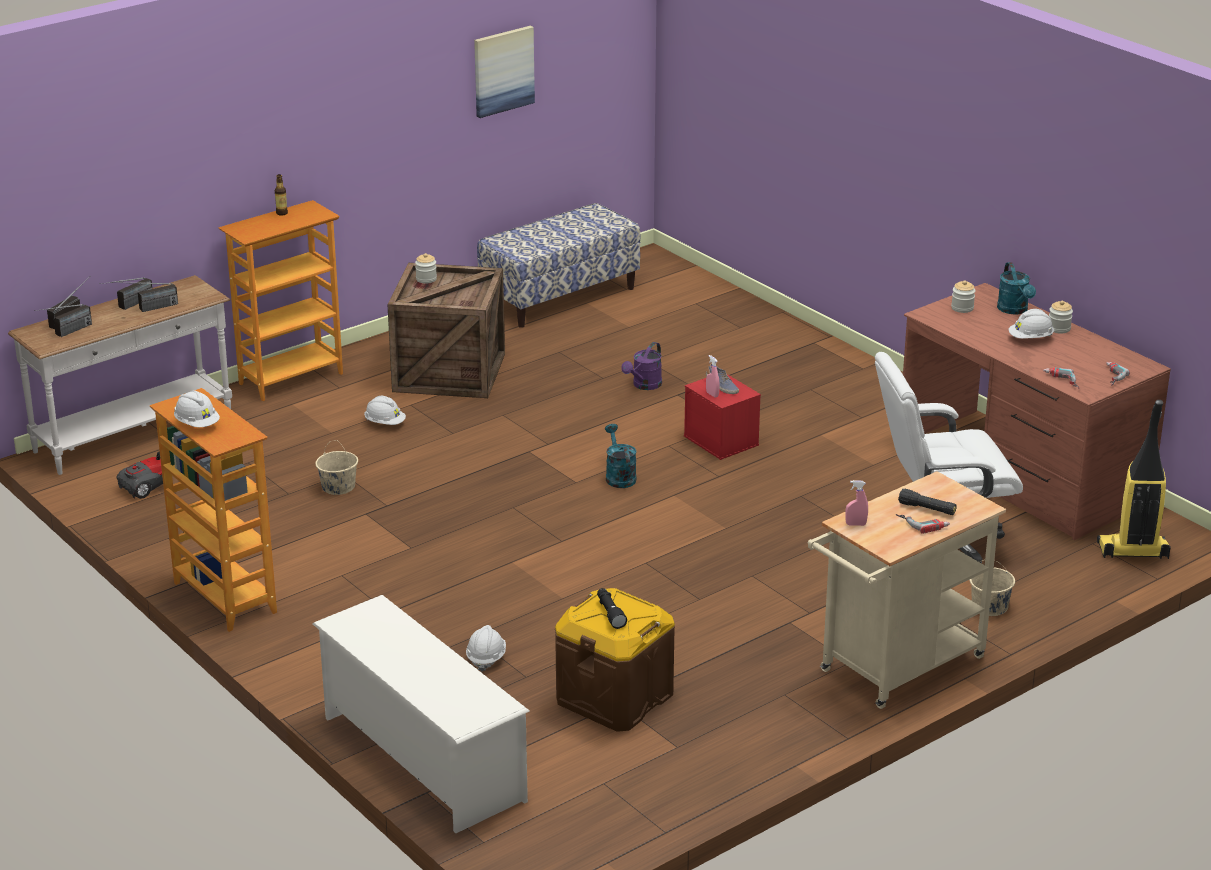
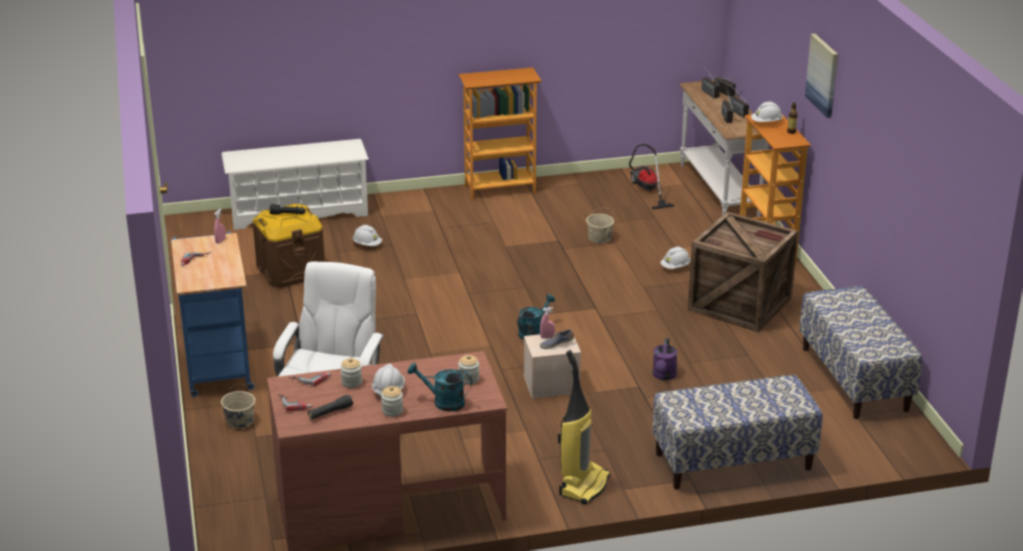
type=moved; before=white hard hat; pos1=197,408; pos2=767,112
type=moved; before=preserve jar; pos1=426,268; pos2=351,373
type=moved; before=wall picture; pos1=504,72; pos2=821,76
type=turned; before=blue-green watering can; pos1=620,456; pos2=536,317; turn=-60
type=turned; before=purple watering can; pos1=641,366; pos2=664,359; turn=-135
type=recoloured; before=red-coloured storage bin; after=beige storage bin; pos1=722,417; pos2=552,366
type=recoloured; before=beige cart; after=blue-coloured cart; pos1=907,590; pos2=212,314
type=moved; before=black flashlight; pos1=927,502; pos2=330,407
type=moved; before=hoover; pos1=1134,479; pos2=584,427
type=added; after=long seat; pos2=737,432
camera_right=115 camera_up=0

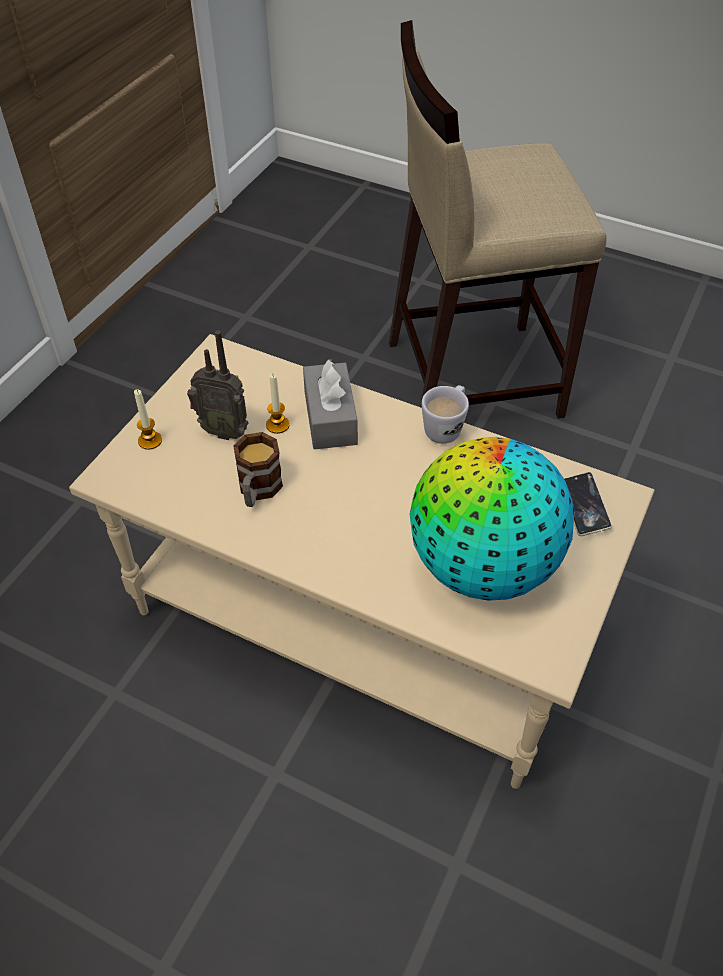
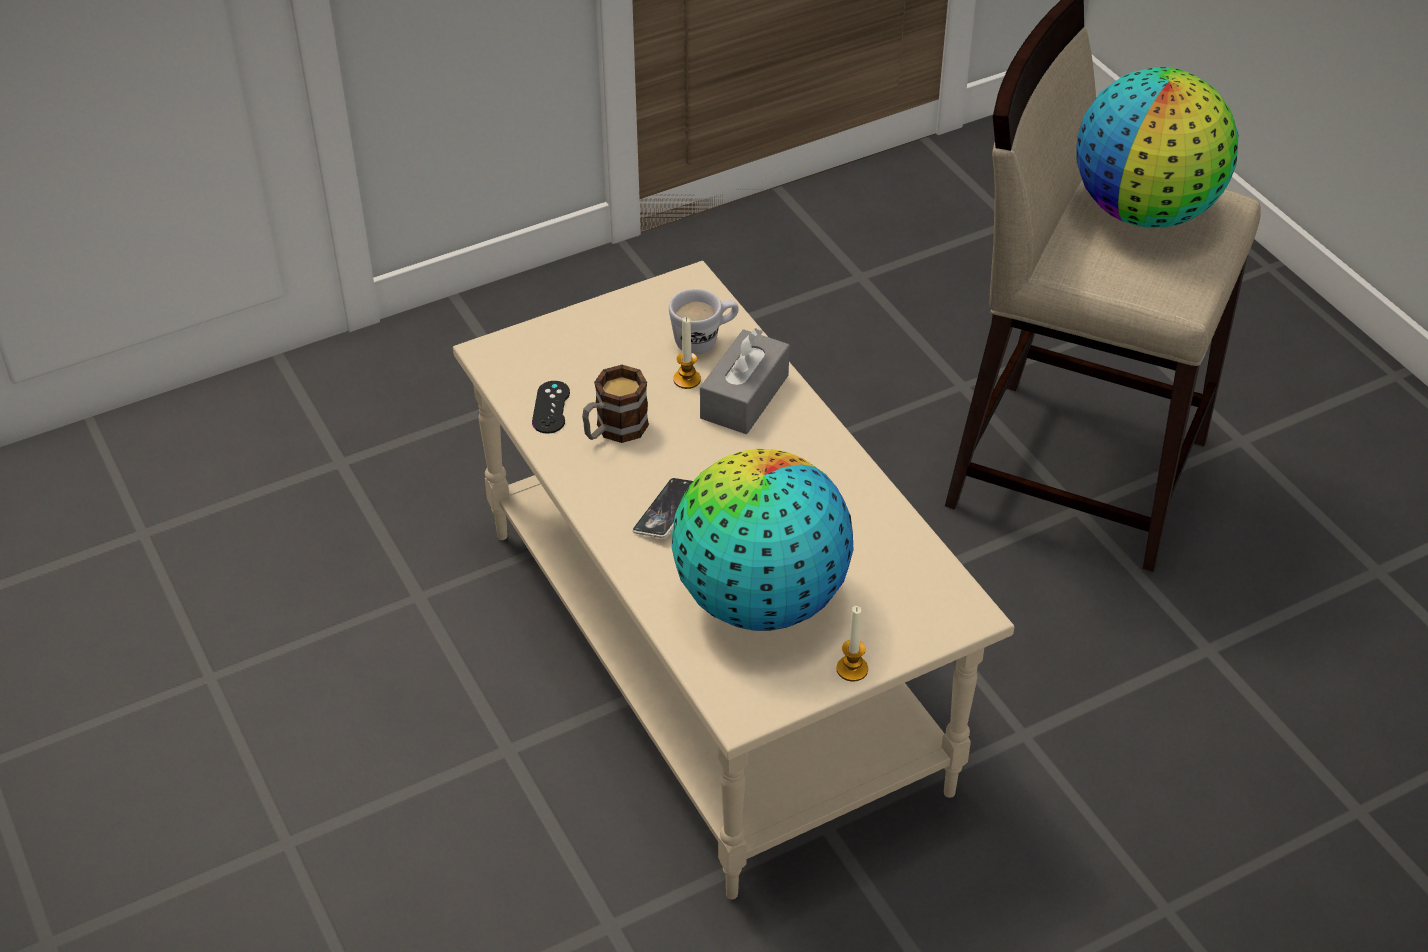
type=moved; before=wax light; pos1=148,419; pos2=852,644
type=removed; before=radio receiver; pos1=218,385
type=moved; before=white coffee mug; pos1=445,414; pos2=704,321
type=moved; before=handset; pos1=588,504; pos2=662,508
type=added; after=black game controller; pos2=551,407
type=added; after=world globe; pos2=1157,147
camera_right=35 camera_up=-5

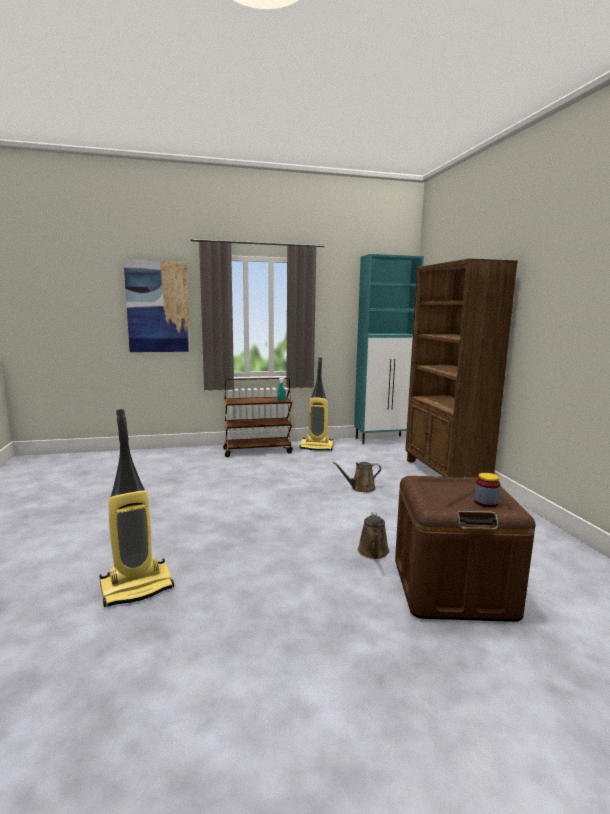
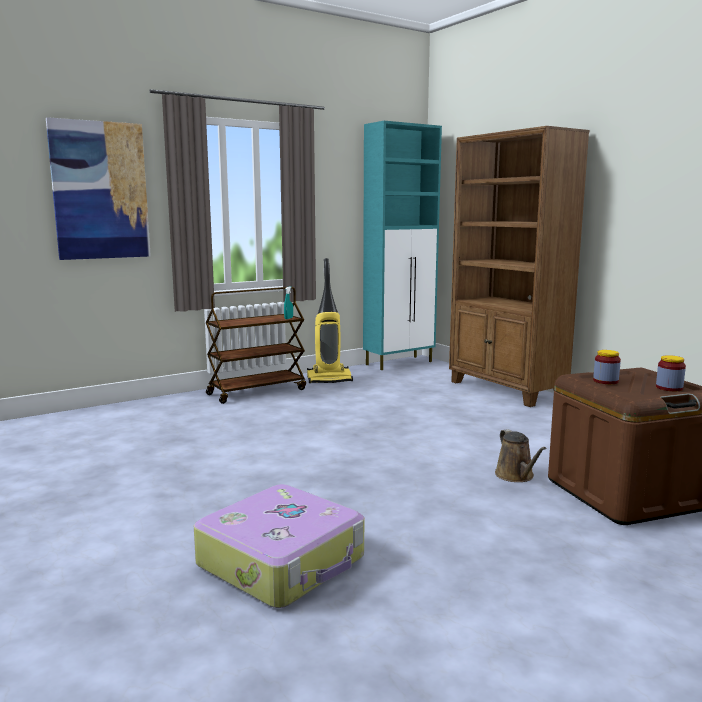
type=replaced; before=hoover; after=suitcase; pos1=137,508; pos2=279,546
type=removed; before=brown watering can; pos1=356,477
type=added; after=preserve jar; pos2=607,367
camera_right=-20 camera_up=0

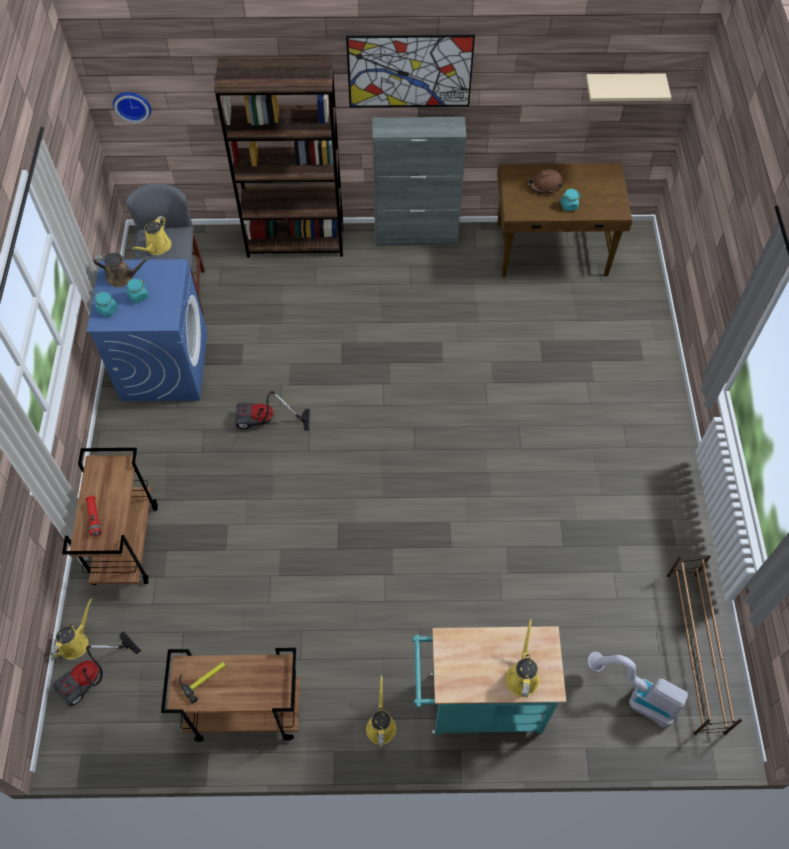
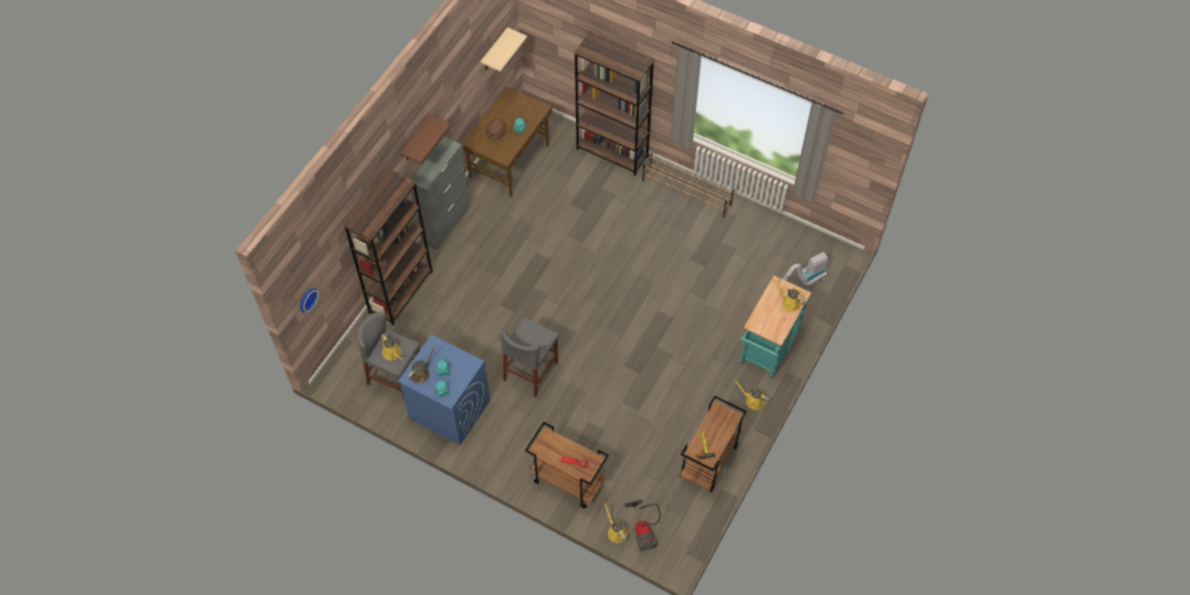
type=replaced; before=hoover; after=gray stool; pos1=272,411; pos2=530,357
type=replaced; before=wall picture; after=brown bracket shelf; pos1=410,70; pos2=425,139
type=moved; before=brown shoe rack; pos1=705,645; pos2=688,185
type=added; after=brown shelving unit; pos2=614,104
camera_right=-60 camera_up=0

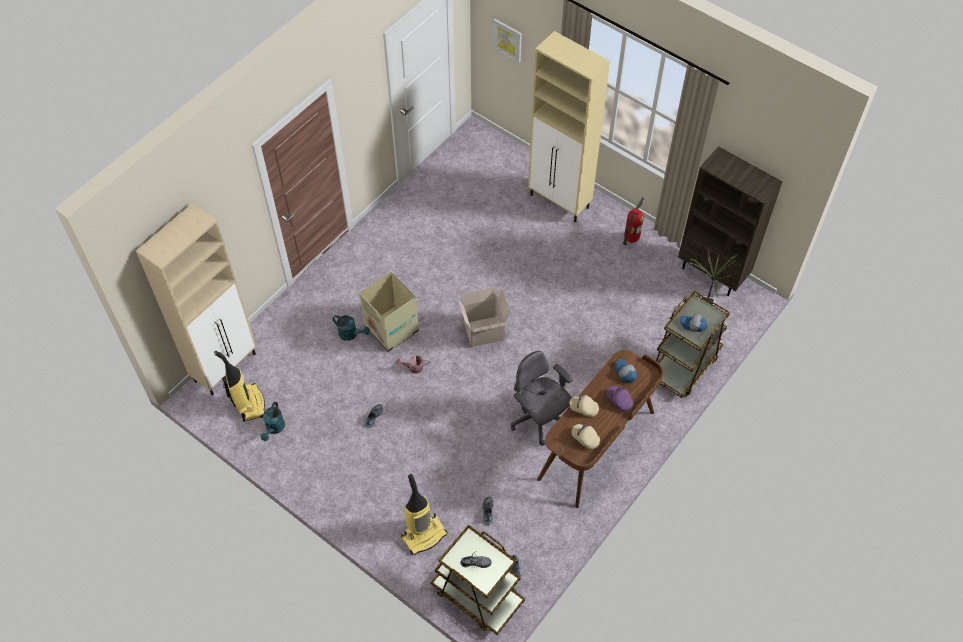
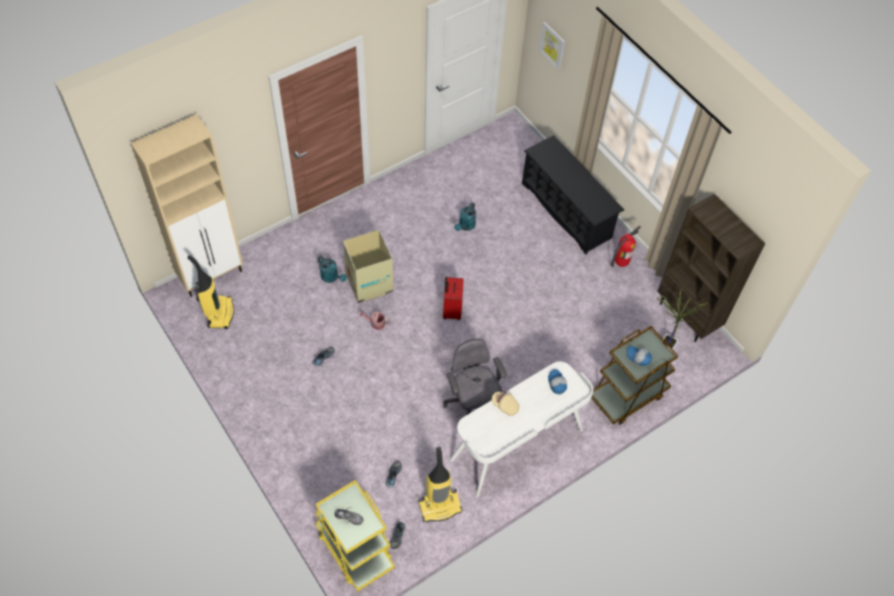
type=moved; before=blue-green watering can; pos1=272,421; pos2=465,217
type=moved; before=hoover; pos1=424,514; pos2=441,484
type=recoloured; before=brown cart; after=yellowish cart; pos1=478,579; pos2=355,536
type=replaced; before=cardboard box; after=red-coloured suitcase; pos1=484,317; pos2=453,298
type=replaced; before=beige cabinet; after=black shoe rack; pos1=569,126; pos2=573,194
type=recoloured; before=brown desk; after=white desk; pos1=600,429; pos2=521,430
type=removed; before=beige baseball cap; pos1=586,436
type=removed; before=purple baseball cap; pos1=620,399
camera_right=15 camera_up=0

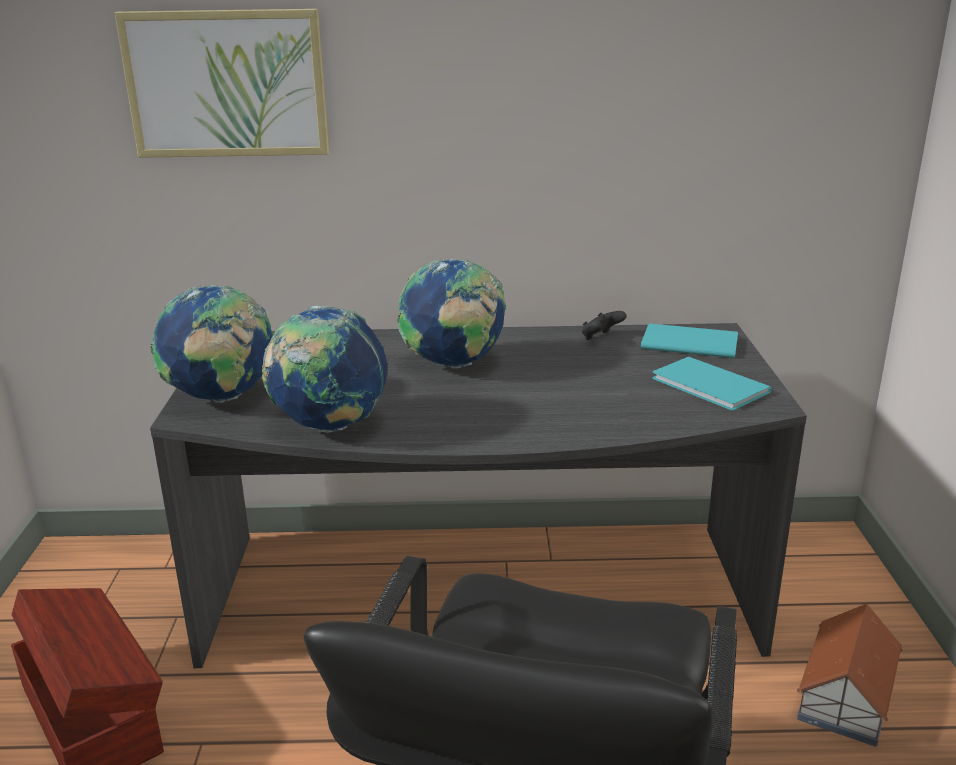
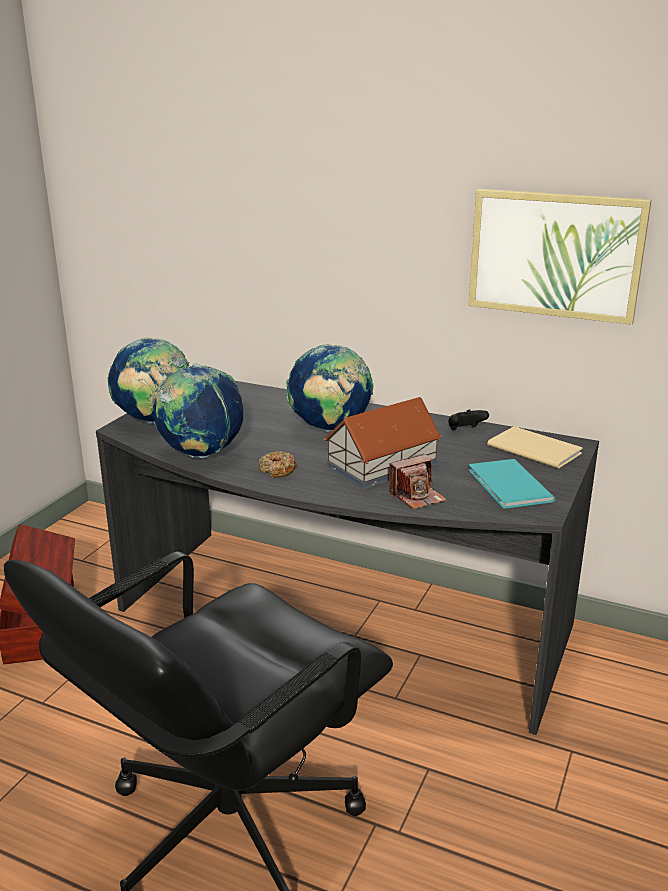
type=moved; before=wall picture; pos1=222,83; pos2=560,257
type=recoloured; before=blue-green bound book; after=beige bound book; pos1=689,341; pos2=535,448
type=moved; before=toy house; pos1=850,675; pos2=382,443
type=added; after=donut; pos2=278,464
type=added; after=still camera; pos2=418,481
camera_right=25 camera_up=0

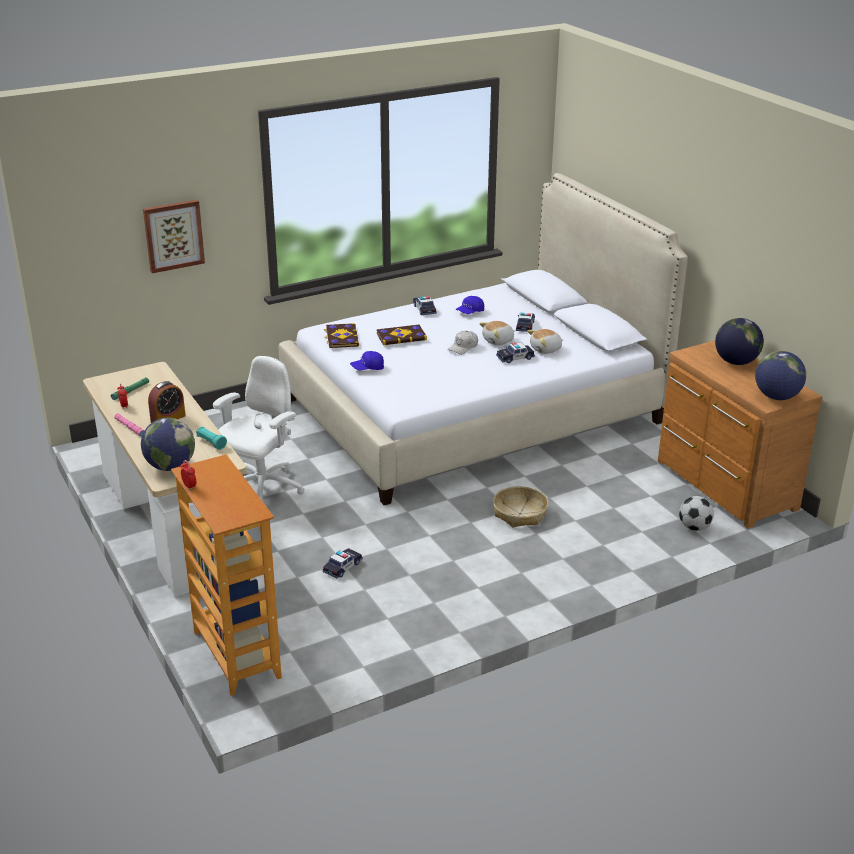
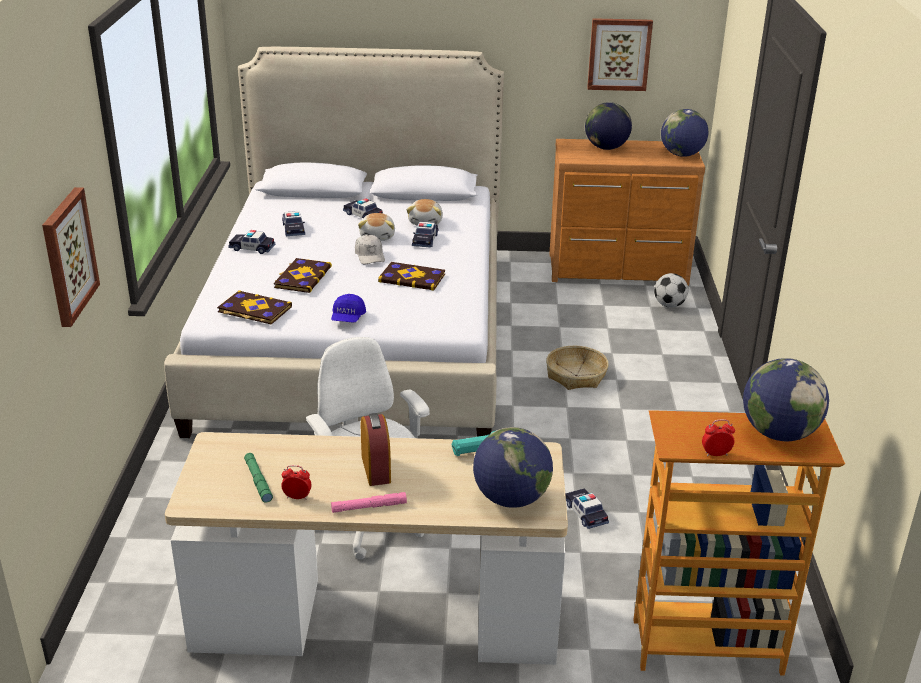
type=replaced; before=blue-coloured baseball cap; after=miniature car; pos1=470,305; pos2=293,223
type=added; after=bound book; pos2=411,276
type=added; after=wall picture; pos2=620,54
type=added; after=world globe; pos2=786,399
camera_right=-60 camera_up=0

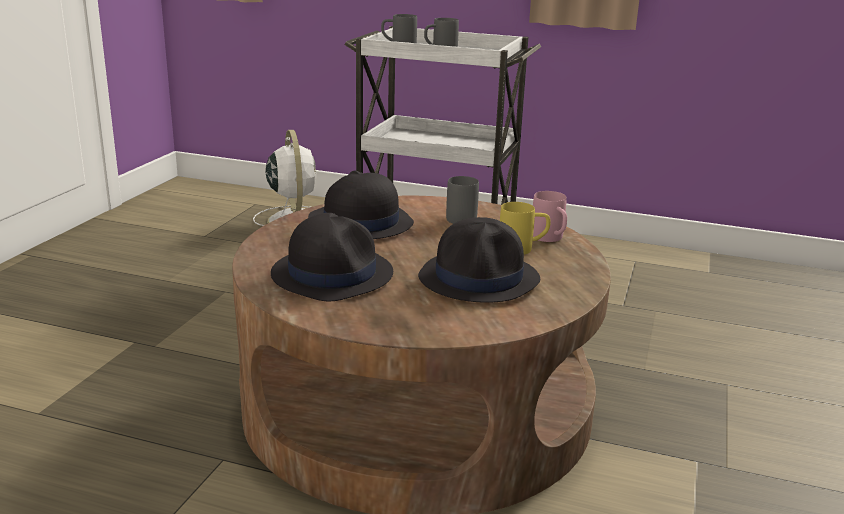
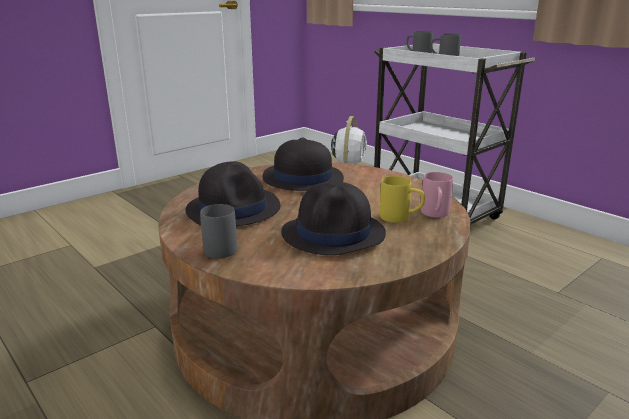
type=moved; before=gray coffee mug; pos1=462,200; pos2=218,231
camera_right=30 camera_up=0

